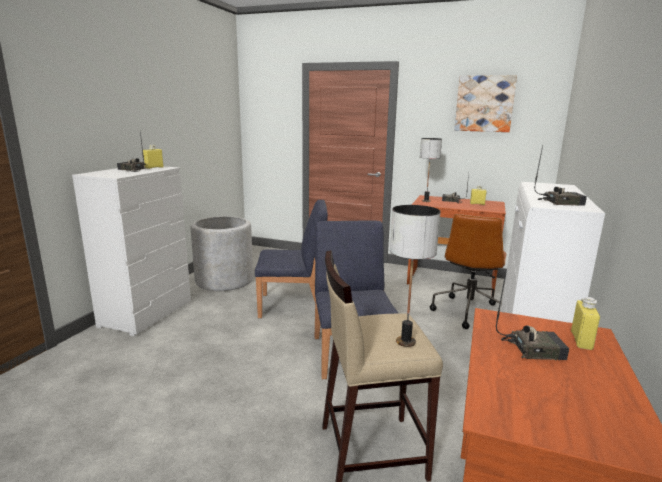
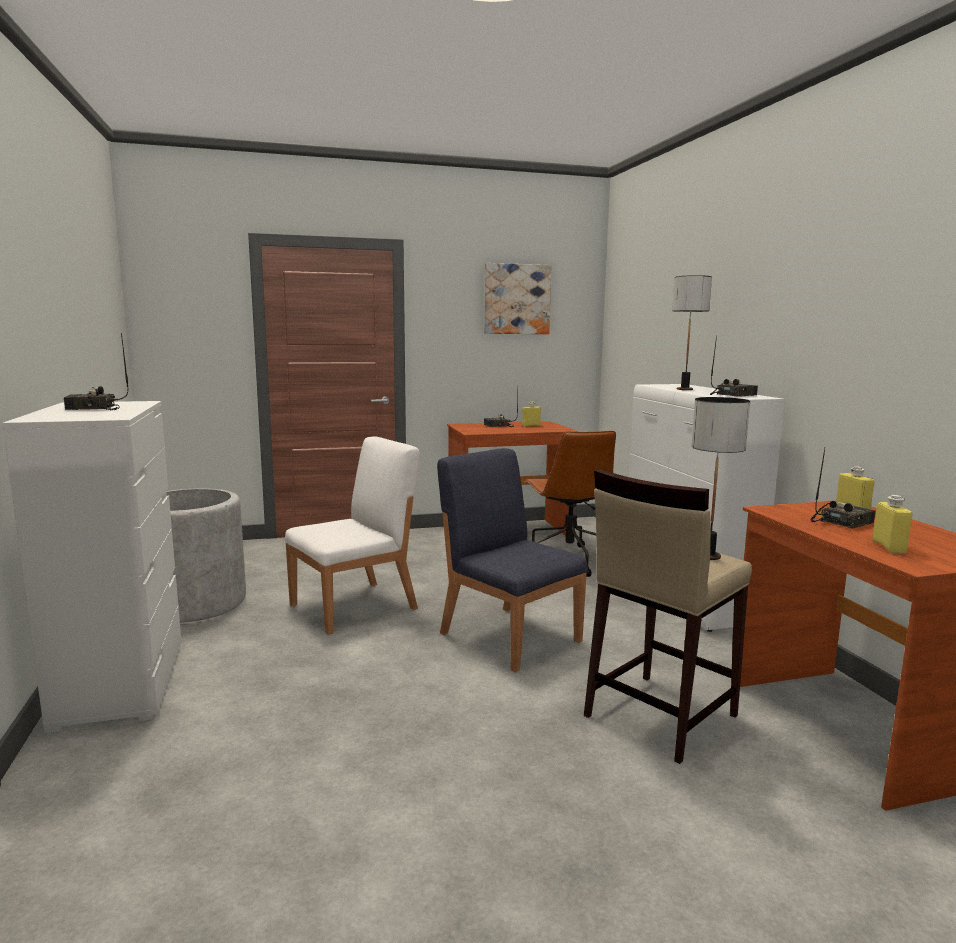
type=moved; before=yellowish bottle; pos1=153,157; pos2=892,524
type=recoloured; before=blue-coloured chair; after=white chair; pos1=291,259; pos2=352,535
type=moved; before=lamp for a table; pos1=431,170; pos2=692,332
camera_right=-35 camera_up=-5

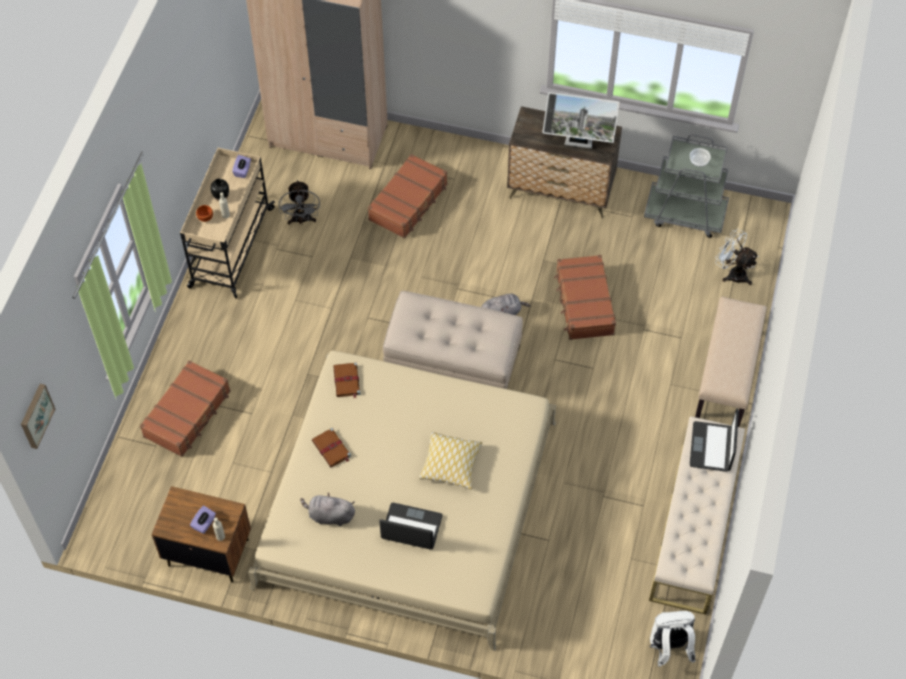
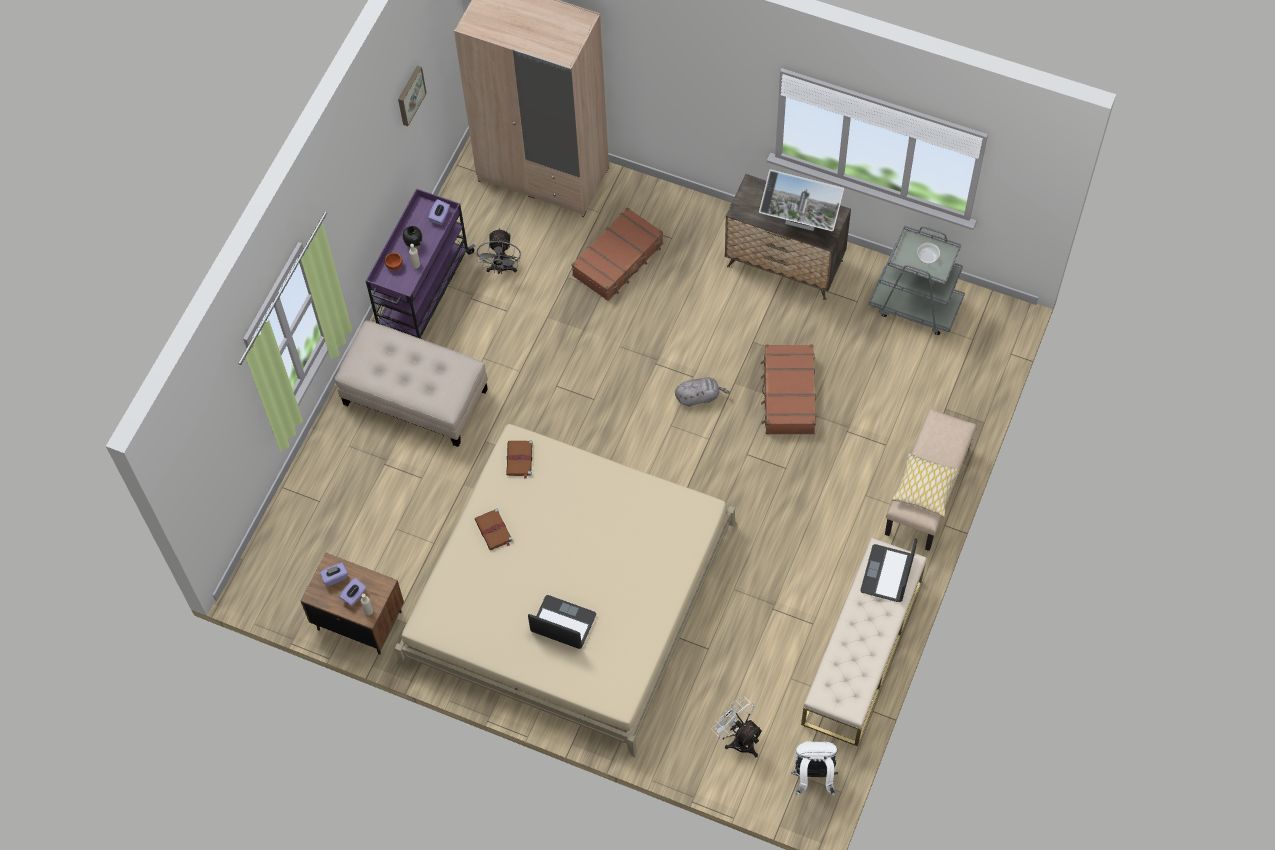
type=moved; before=wall picture; pos1=38,416; pos2=412,96
type=removed; before=brown suitcase; pos1=185,408
type=recoloured; before=beige cart; after=purple cart; pos1=227,223; pos2=420,263
type=removed; before=gray soft toy; pos1=327,509
type=moved; before=beige ottoman; pos1=453,340; pos2=411,383
type=moved; before=throw pillow; pos1=450,460; pos2=926,485
type=moved; before=white electric fan; pos1=737,257; pos2=737,726
type=added; after=purple tissue holder; pos2=334,574
camera_right=10 camera_up=5

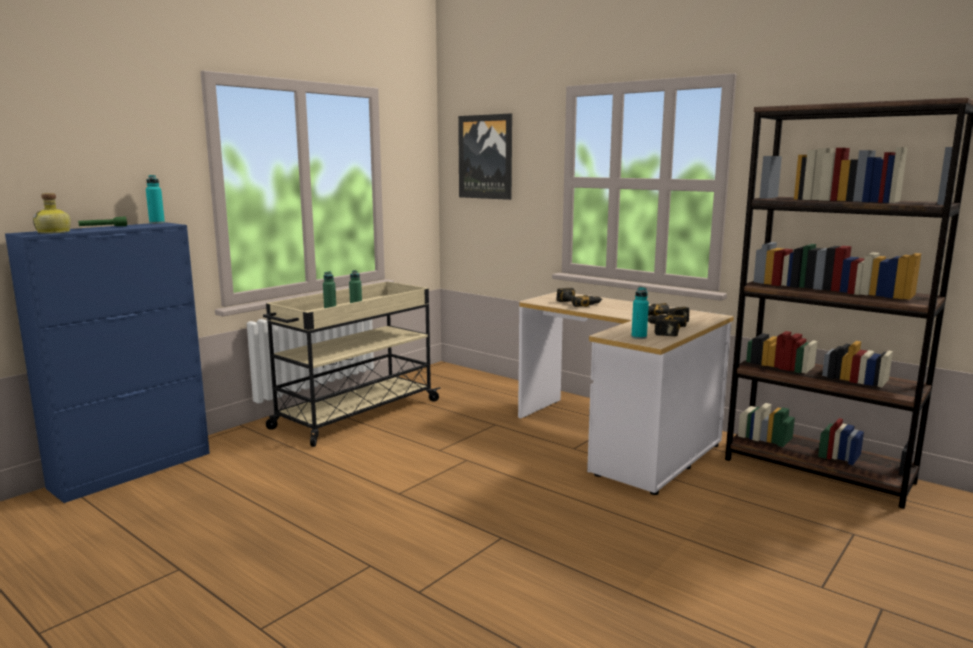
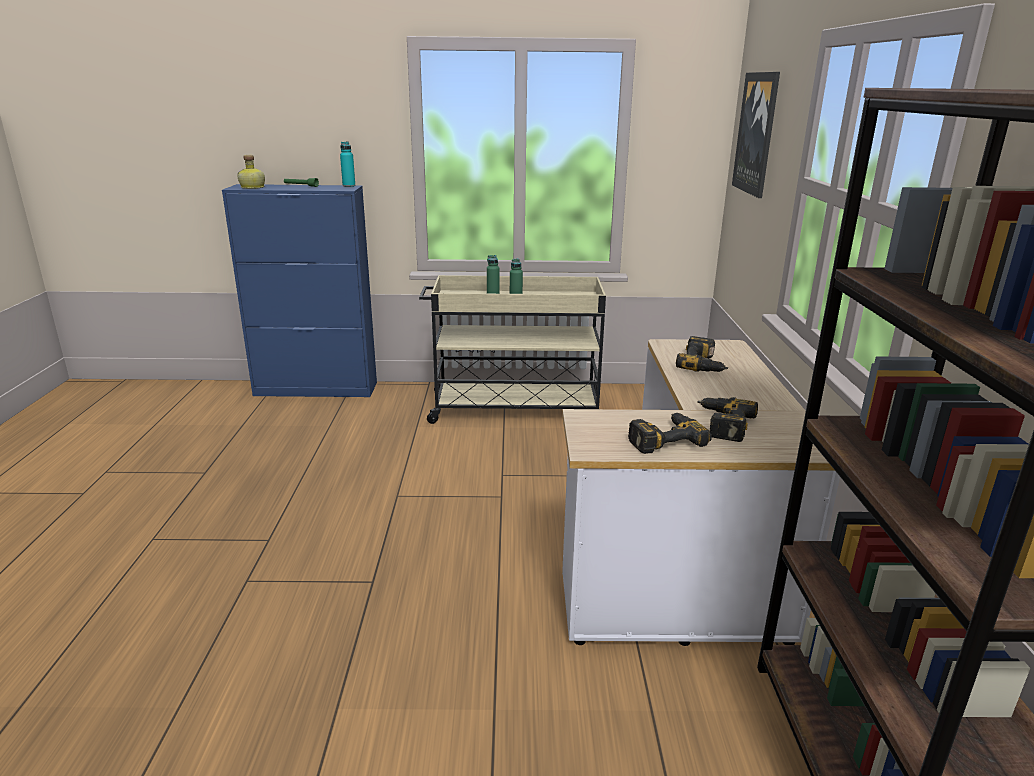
type=removed; before=blue-green bottle; pos1=640,313
camera_right=50 camera_up=10

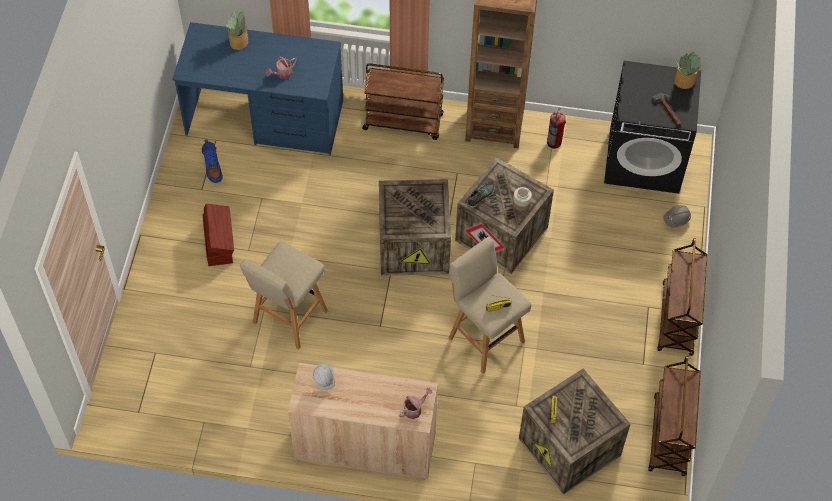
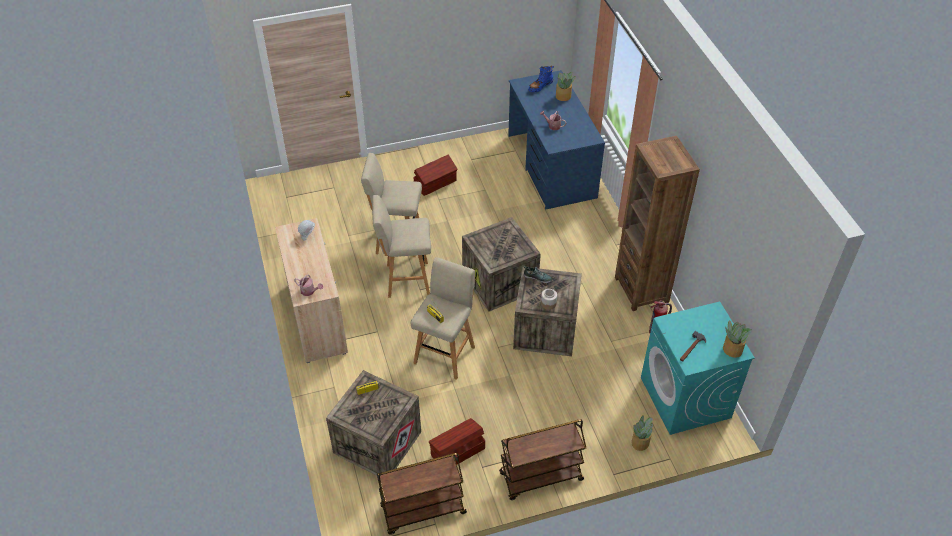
type=moved; before=blue-coloured high-top boot; pos1=212,161; pos2=541,78
type=removed; before=brown cart; pos1=403,101
type=recoloured; before=black laundry appliance; after=blue-green laundry appliance; pos1=652,127; pos2=698,368
type=replaced; before=gray hard hat; after=houseplant; pos1=677,216; pos2=642,433
type=added; after=beige stool; pos2=401,246
type=added; after=brown storage bin; pos2=457,441
camera_right=65 camera_up=-10

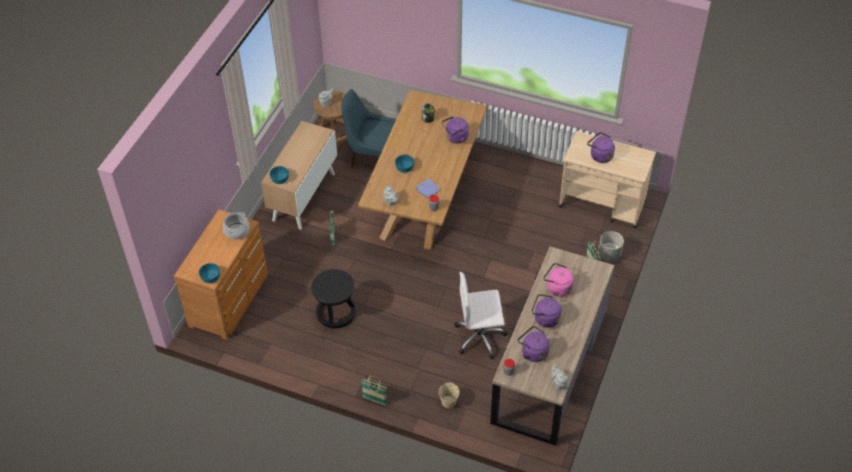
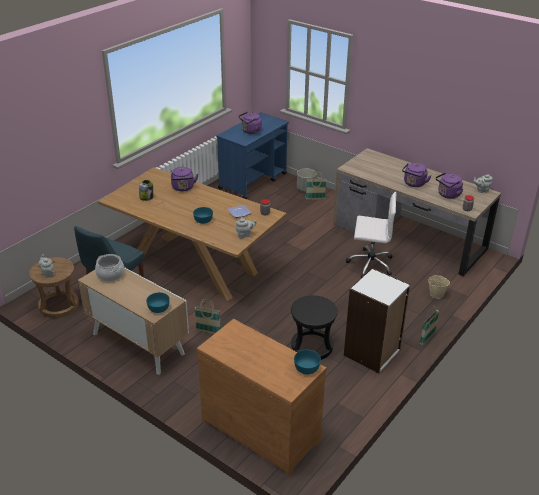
type=moved; before=saucepot; pos1=236,226; pos2=109,268
type=turned; before=white desk chair; pos1=480,315; pos2=371,235; turn=-90
type=removed; before=pinkish kettle; pos1=559,280
type=recoloured; before=beige cart; after=blue-coloured cart; pos1=607,179; pos2=252,155
type=added; after=white shelving unit; pos2=377,320
camera_right=-75 camera_up=-15

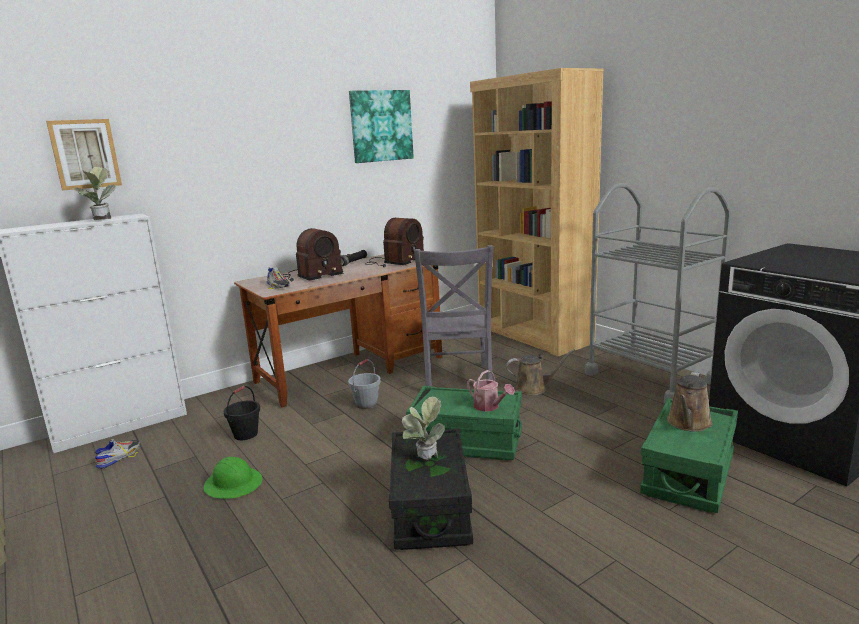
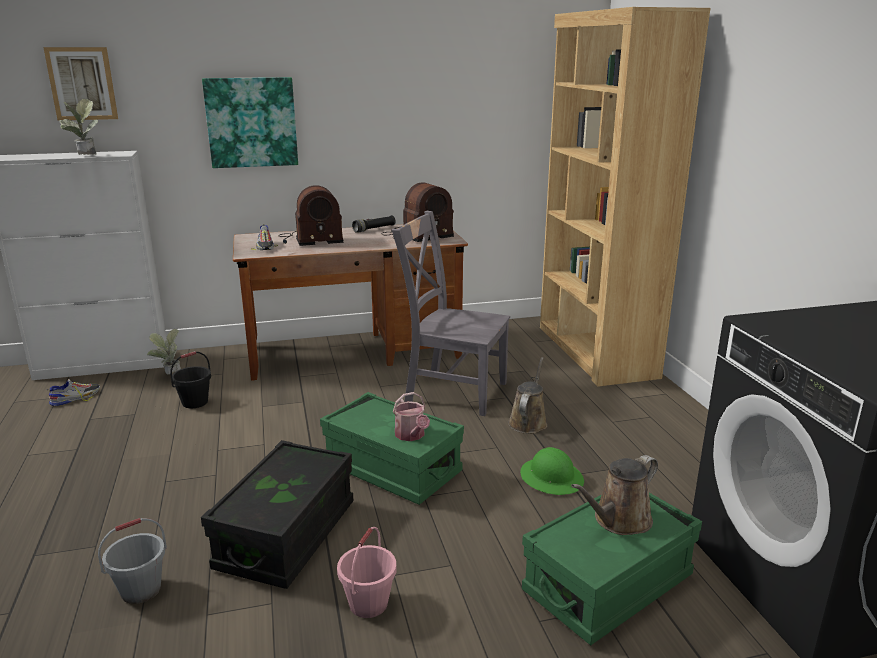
type=moved; before=greenish hard hat; pos1=233,478; pos2=552,471
type=moved; before=gray bucket; pos1=364,384; pos2=132,561
type=moved; before=wall picture; pos1=381,126; pos2=250,122
type=moved; before=houseplant; pos1=423,428; pos2=164,352
type=turned; before=gray chair; pos1=454,315; pos2=451,313; turn=90
type=turned; before=brown watering can; pos1=540,372; pos2=527,395; turn=-90
type=removed; before=gray cart; pos1=658,293
type=added; after=pinkish bucket; pos2=366,572
camera_right=20 camera_up=5

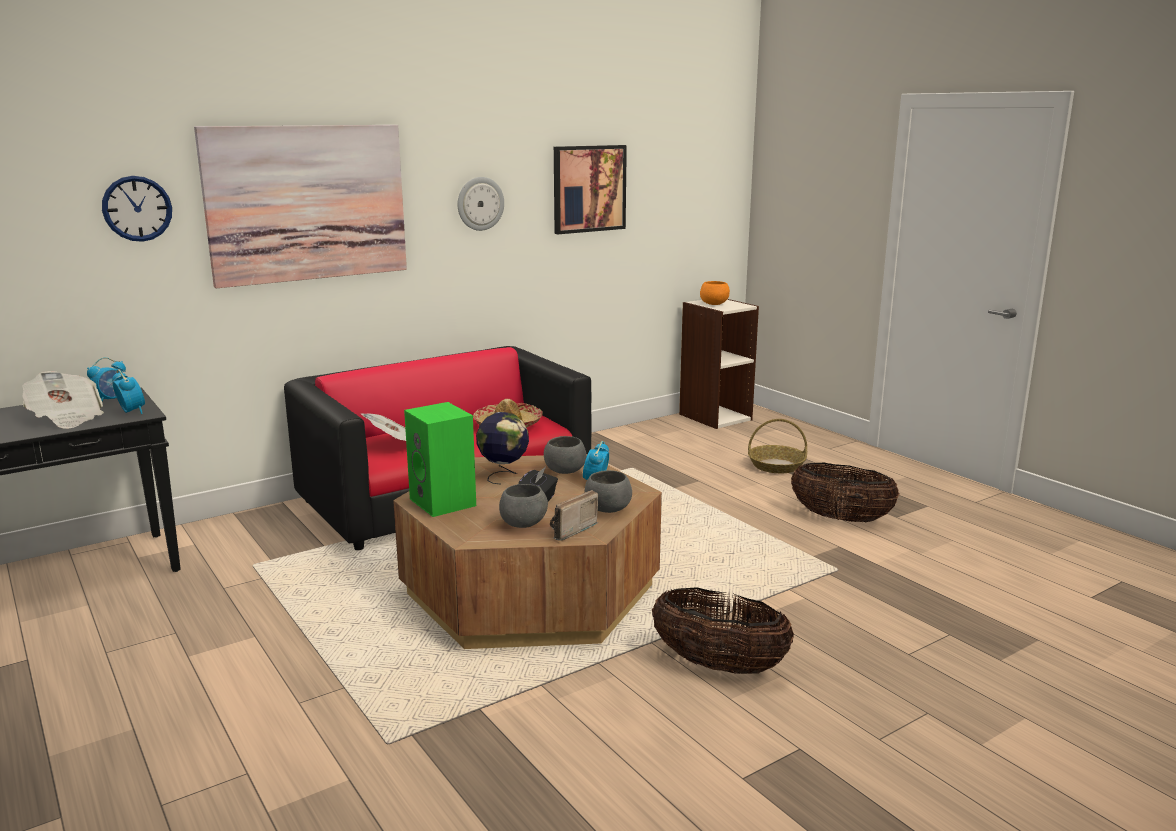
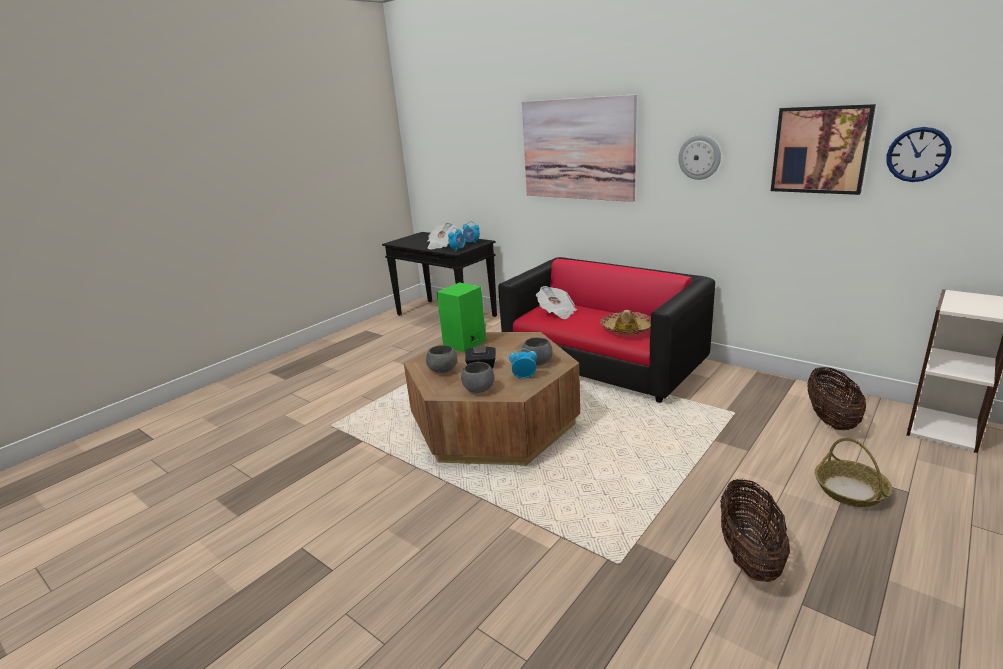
type=moved; before=wall clock; pos1=137,209; pos2=919,154
type=removed; before=world globe; pos1=502,448
type=removed; before=radio receiver; pos1=574,515
type=moved; before=storage basket; pos1=723,630; pos2=836,398
type=removed; before=orangey bowl; pos1=715,293
camera_right=75 camera_up=5

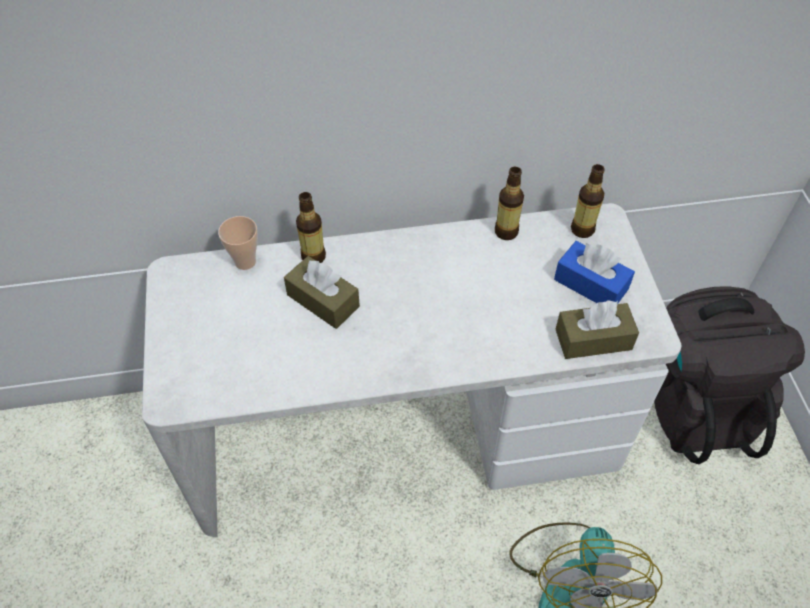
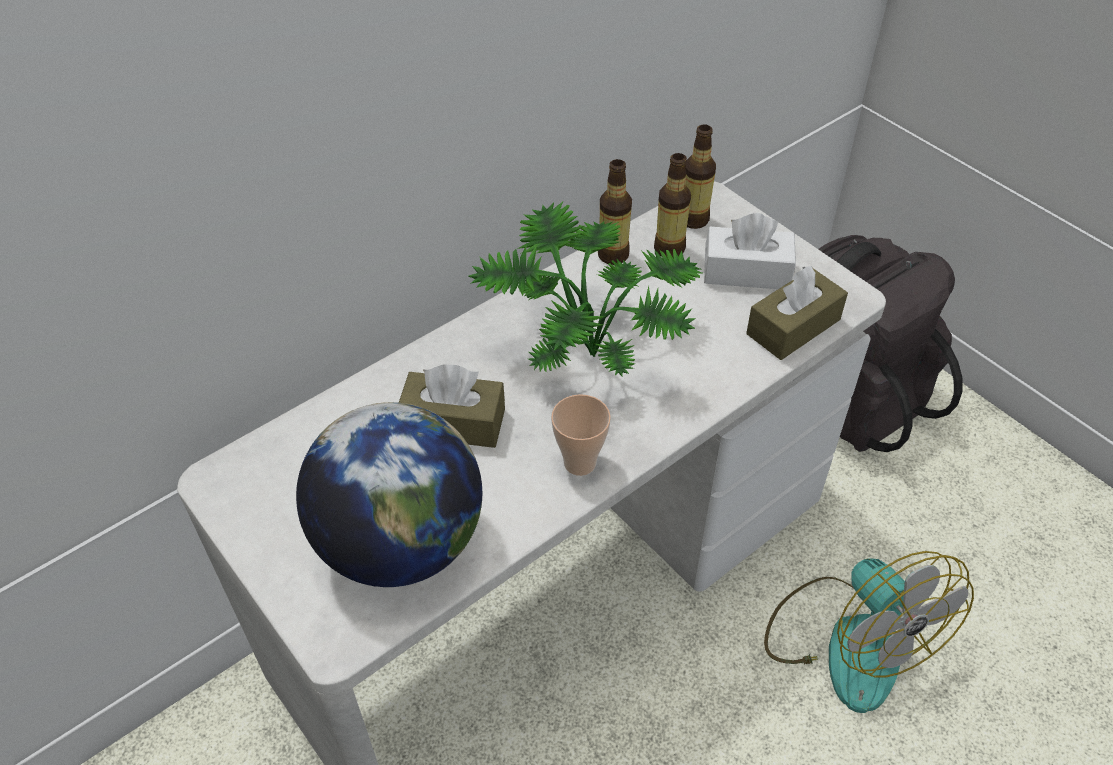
type=moved; before=cup; pos1=238,243; pos2=581,435
type=moved; before=bottle; pos1=311,227; pos2=672,205
type=recoloured; before=blue-coloured tissue holder; after=white tissue holder; pos1=594,272; pos2=750,251
type=added; after=world globe; pos2=389,494
type=added; after=houseplant; pos2=585,289
camera_right=-30 camera_up=-5

